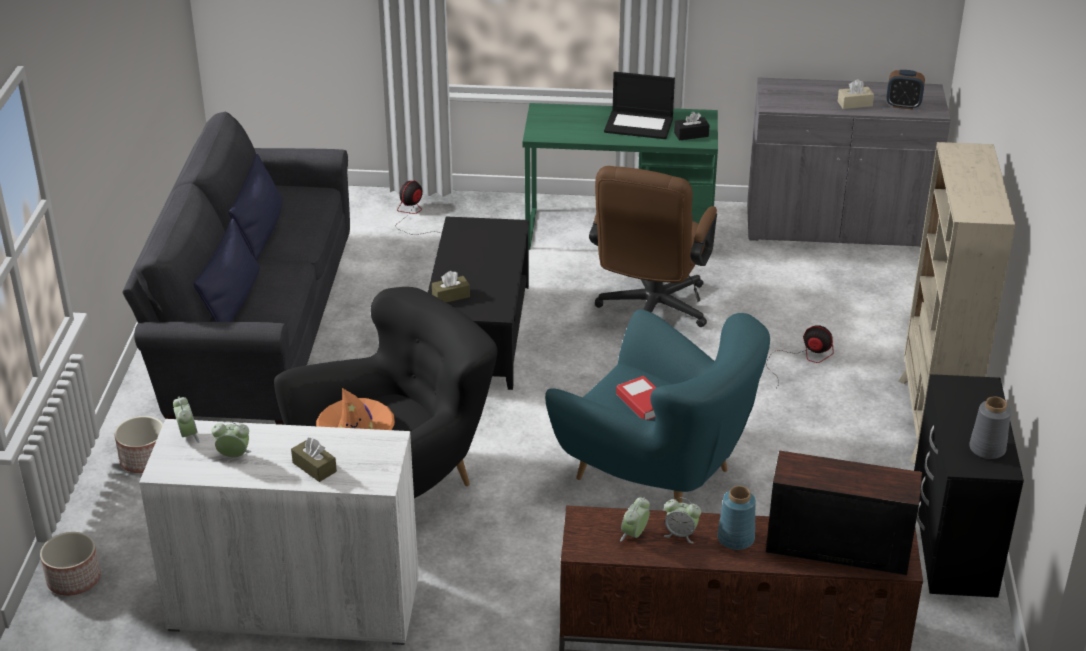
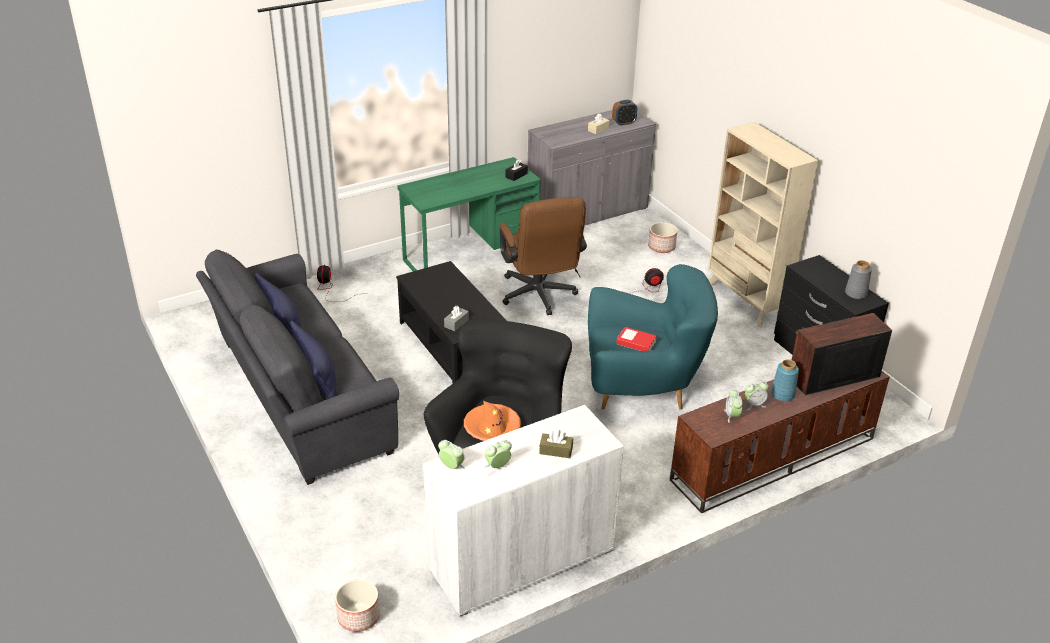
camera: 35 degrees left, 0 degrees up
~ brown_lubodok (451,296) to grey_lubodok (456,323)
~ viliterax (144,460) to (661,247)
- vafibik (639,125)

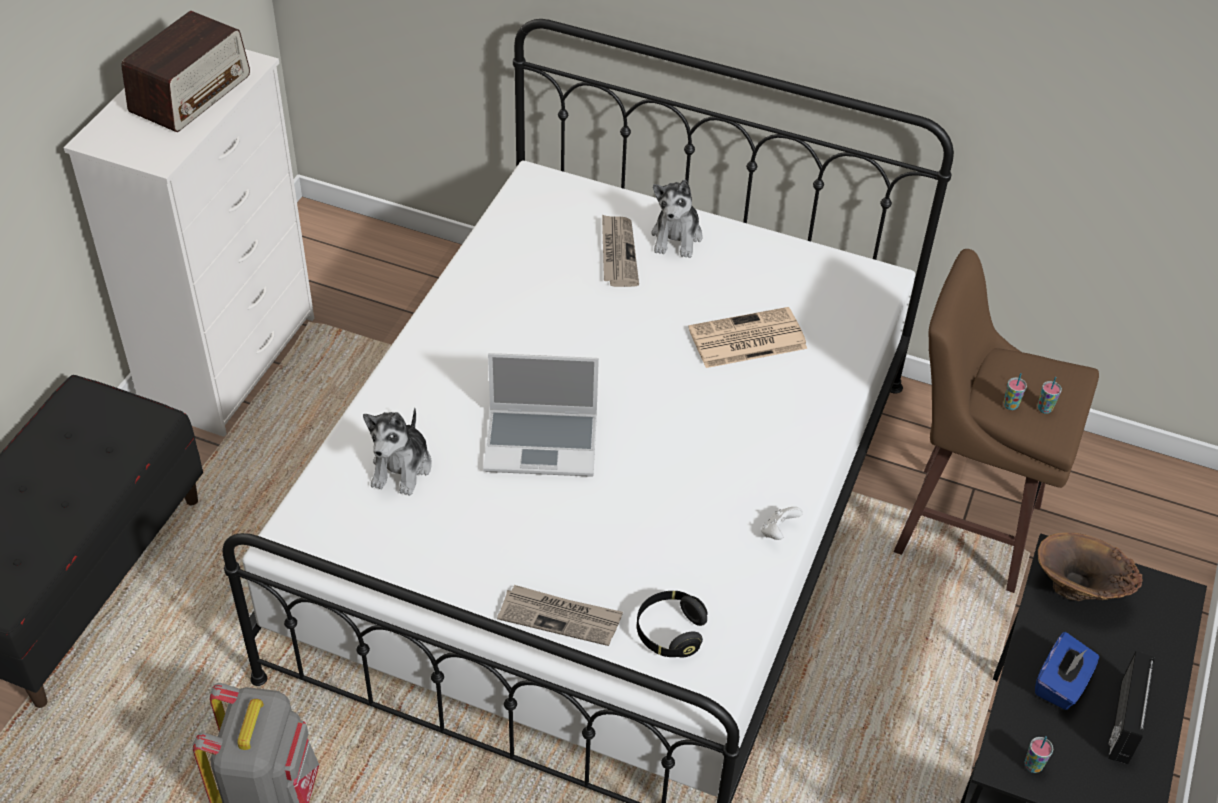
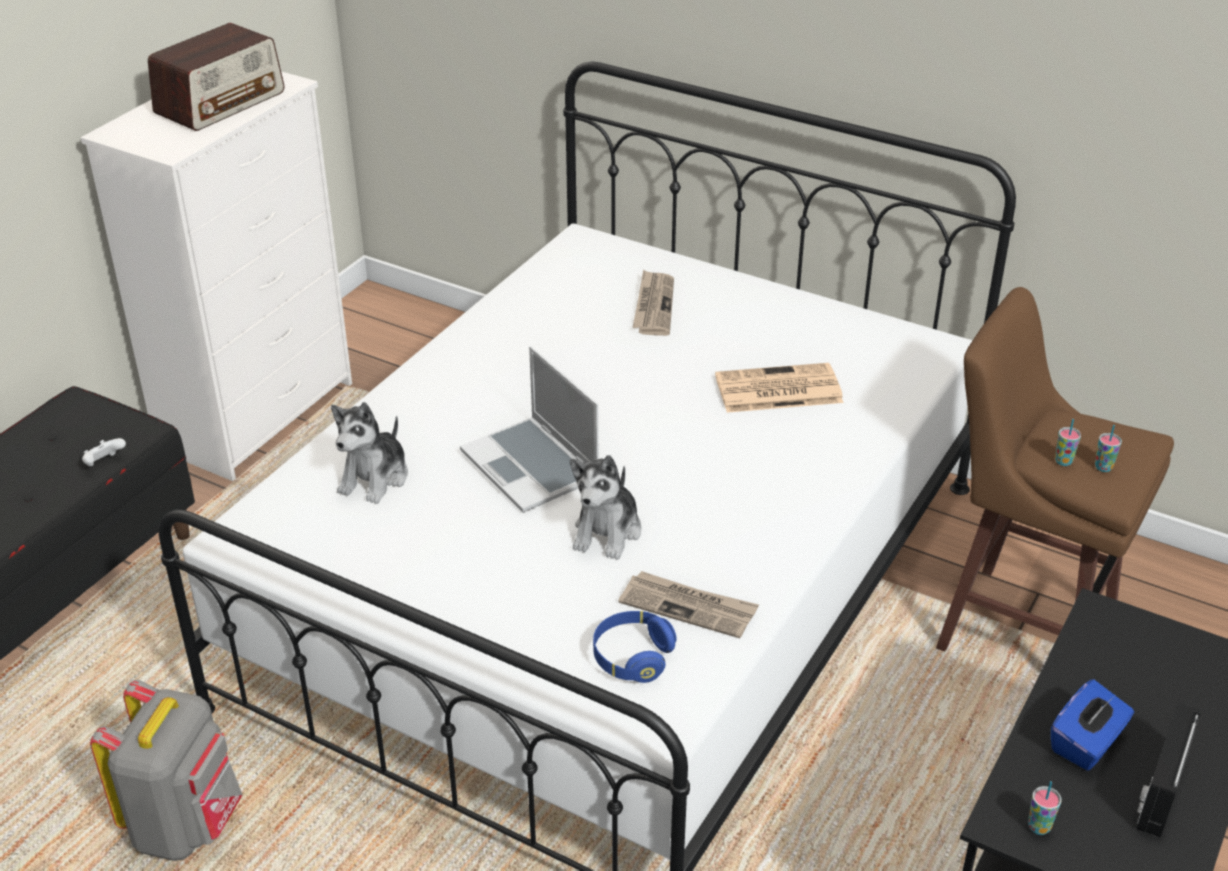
camera: 10 degrees right, 10 degrees down
~ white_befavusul (778,531) to (104,463)
~ vafibik (543,443) = (532,467) 45 degrees clockwise
~ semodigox (677,237) to (607,532)
~ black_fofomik (670,632) to blue_fofomik (632,658)
~ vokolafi (560,617) to (689,607)
- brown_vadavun (1077,594)

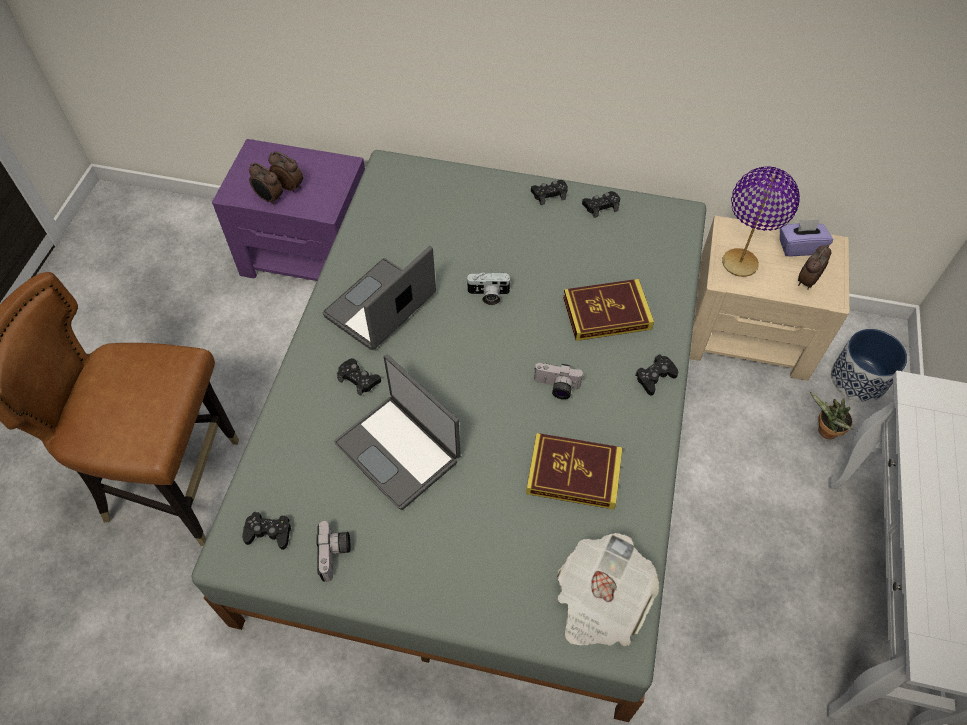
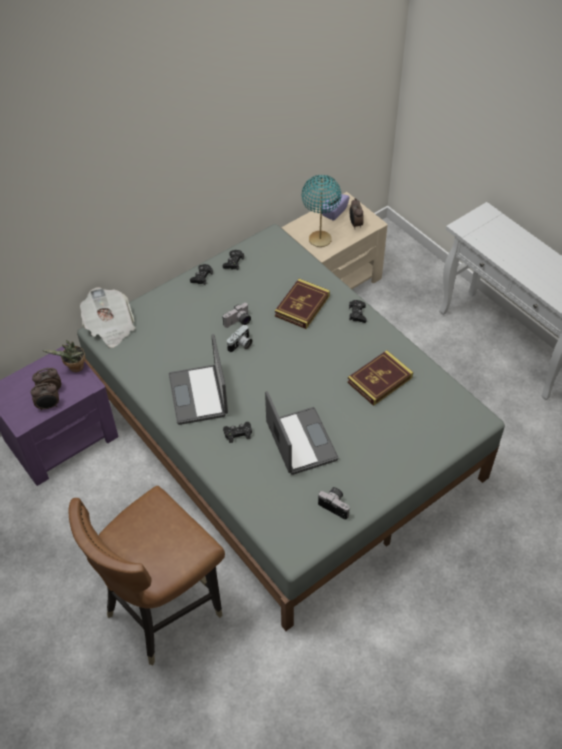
camera: 50 degrees left, 5 degrees down
~ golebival (824,431) to (75,368)
~ vokolafi (600,602) to (110,327)
~ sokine (556,388) to (238,322)
~ vafibik (399,450) = (300,442) 105 degrees counterclockwise
~ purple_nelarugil (739,263) to turquoise_nelarugil (320,240)
- black_befavusul (269,532)
- viliterax (858,379)

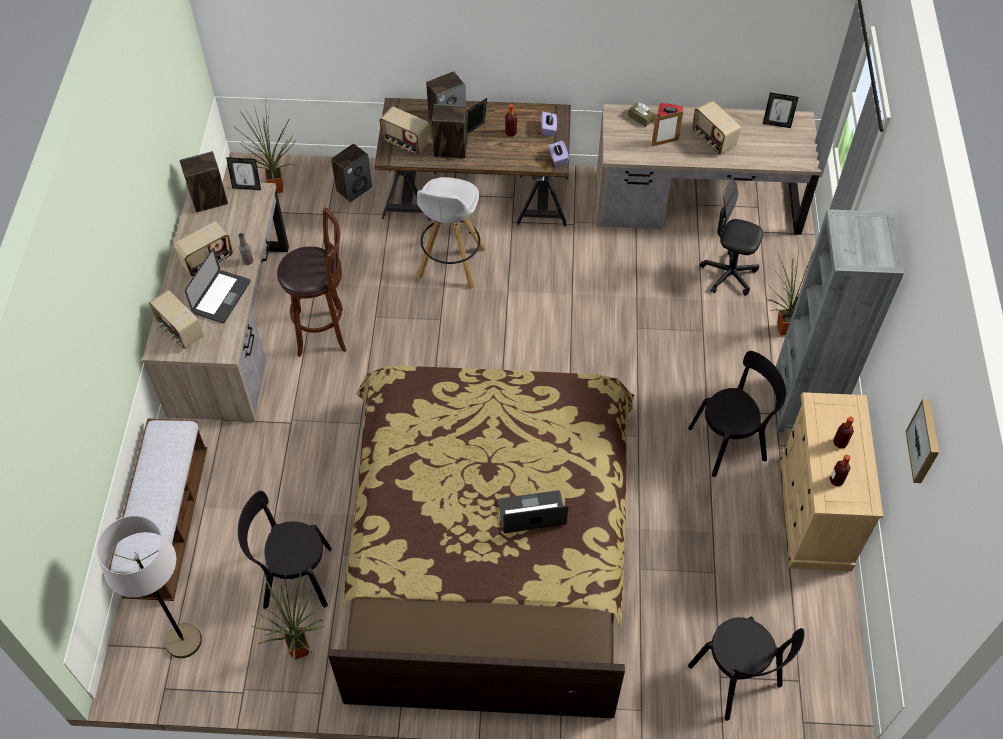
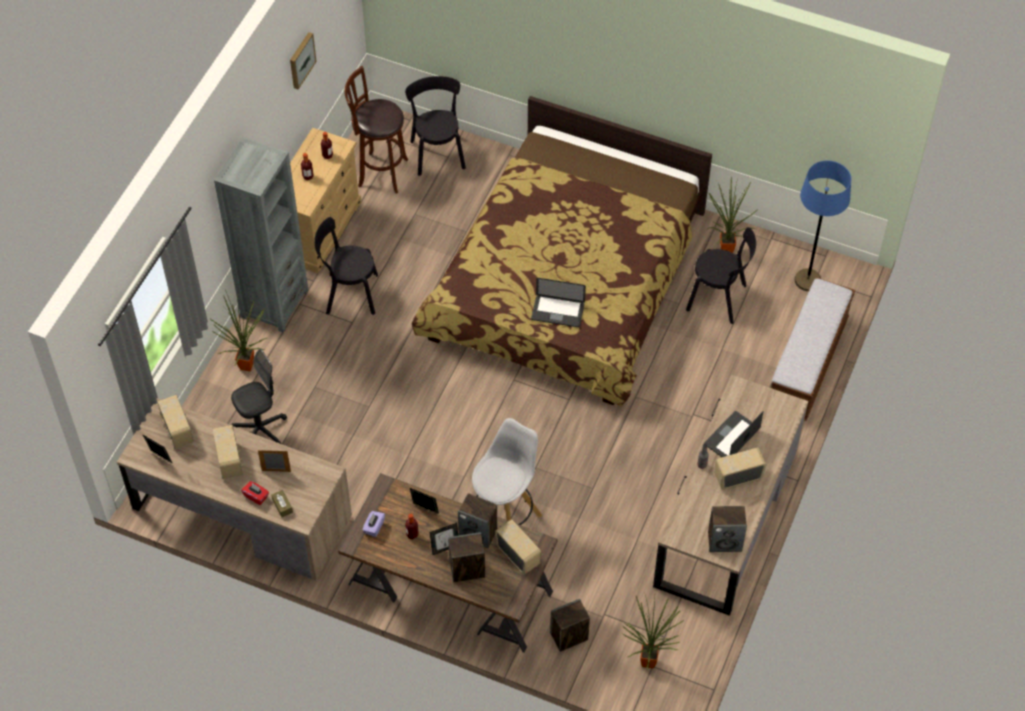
camera: 160 degrees left, 0 degrees up
~ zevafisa (180,331) to (178,430)
~ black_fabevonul (728,275) = (260,429) 75 degrees counterclockwise
~ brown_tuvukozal (324,331) to (380,172)
~ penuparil (247,187) to (425,510)
~ vafibik (532,513) to (557,312)
~ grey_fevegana (183,641) to blue_fevegana (807,280)
- purple_lubodok (558,159)

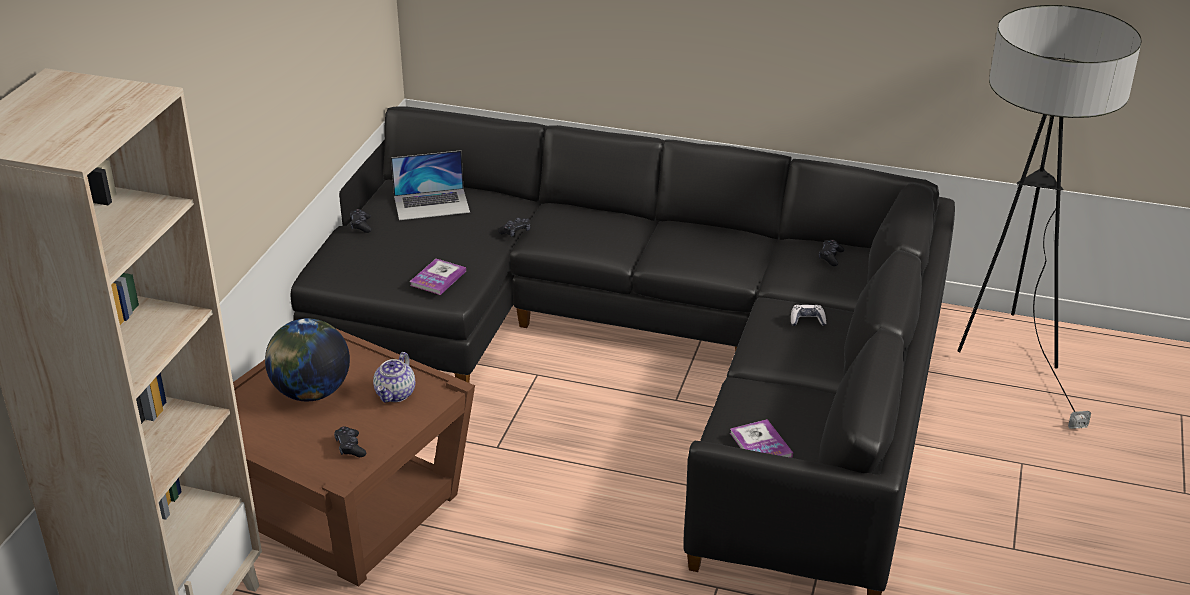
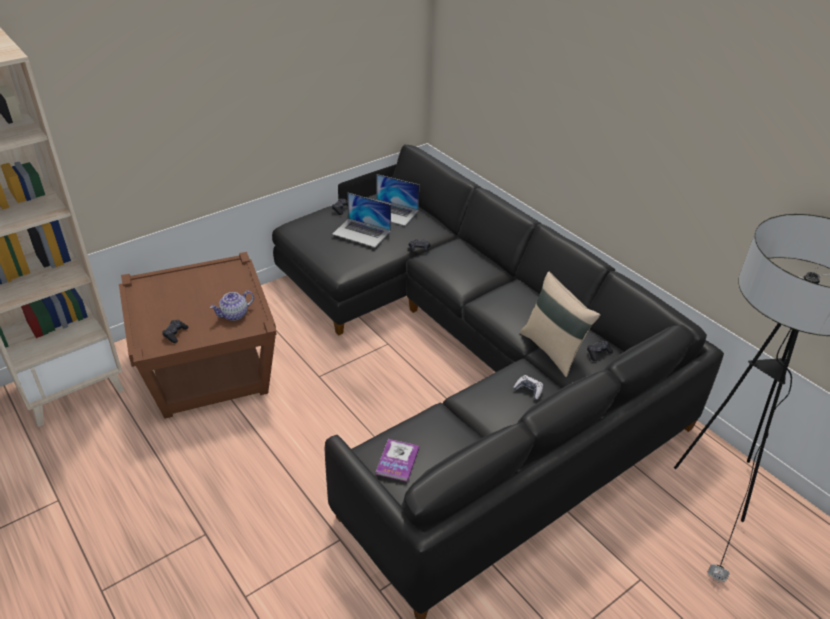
camera: 35 degrees right, 5 degrees up
+ vafibik (362,232)
+ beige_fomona (553,350)
- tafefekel (311,392)
- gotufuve (438,278)

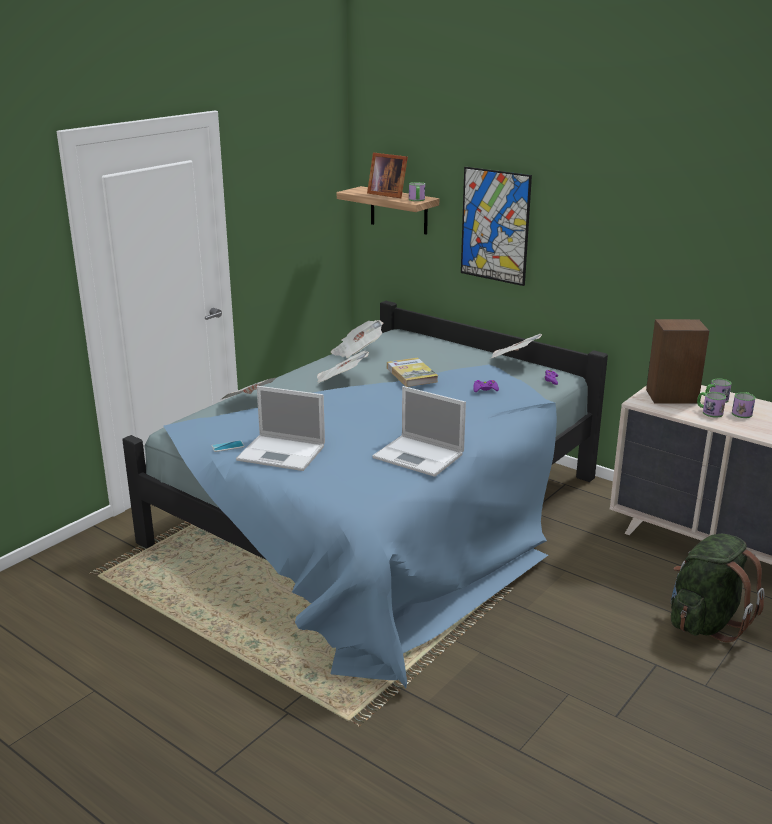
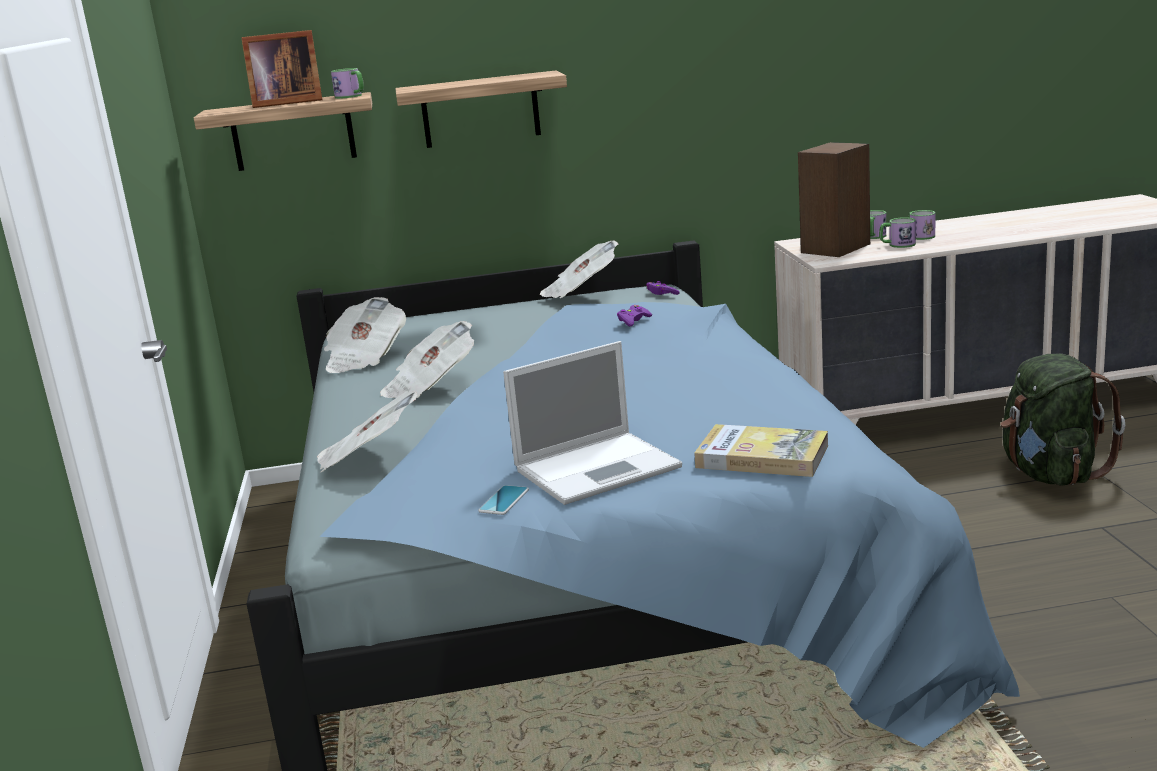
camera: 45 degrees left, 5 degrees down
~ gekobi (495,226) to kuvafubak (480,110)
~ gotufuve (411,375) to (762,456)
- vafibik (420,456)

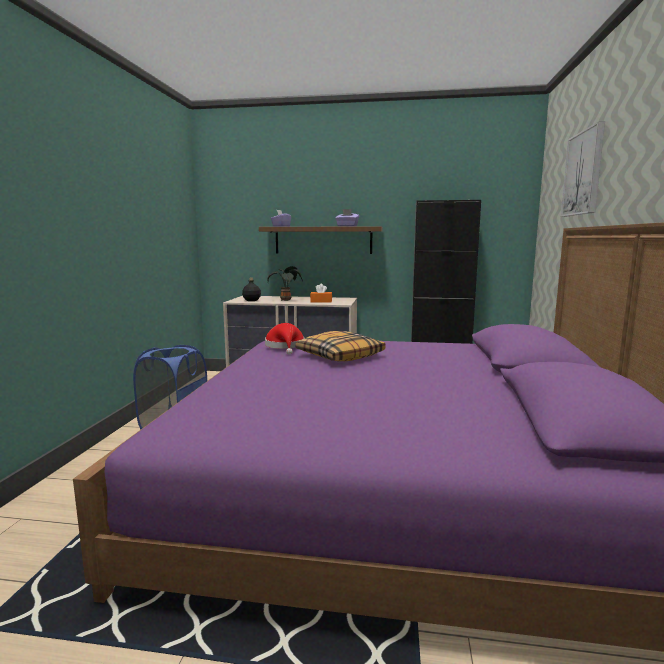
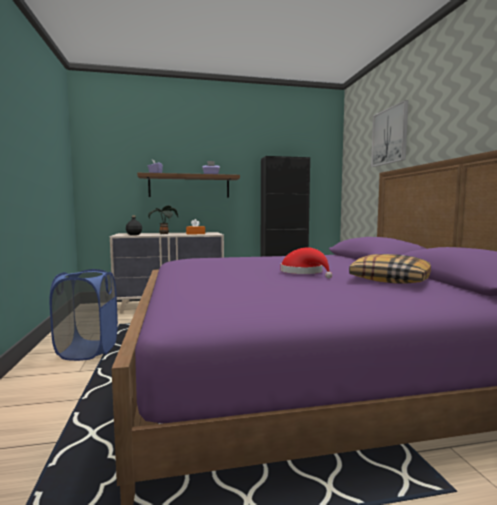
camera: 20 degrees left, 5 degrees down
~ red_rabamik (285,346) to (304,273)
~ fomona (339,356) to (389,279)

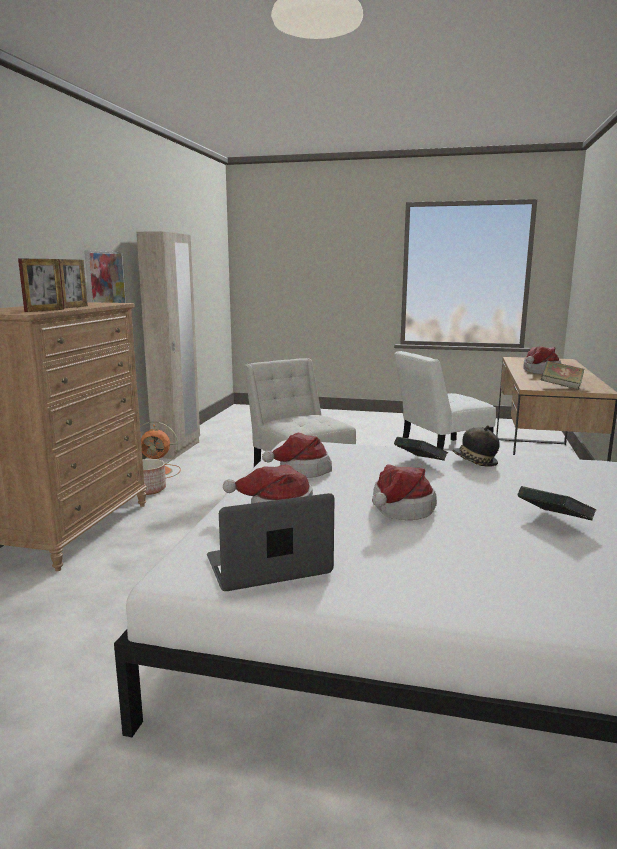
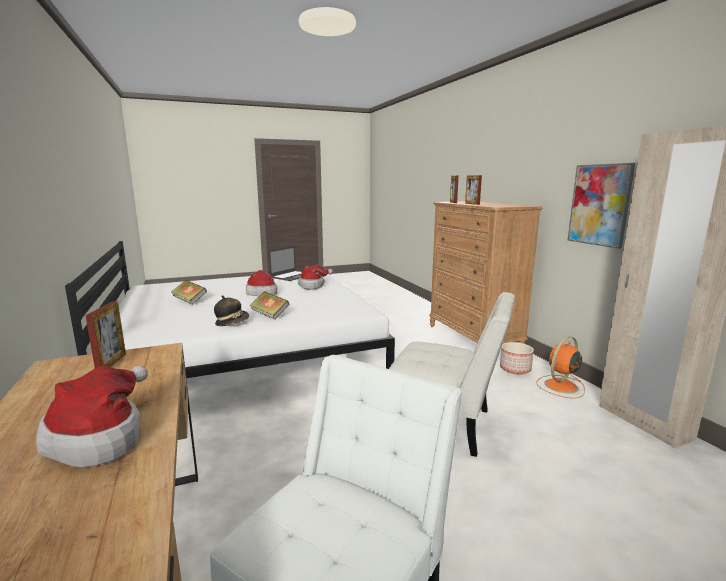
camera: 145 degrees right, 0 degrees up
~ gotufuve (561,386) to penuparil (111,363)
- rabamik (301,470)

